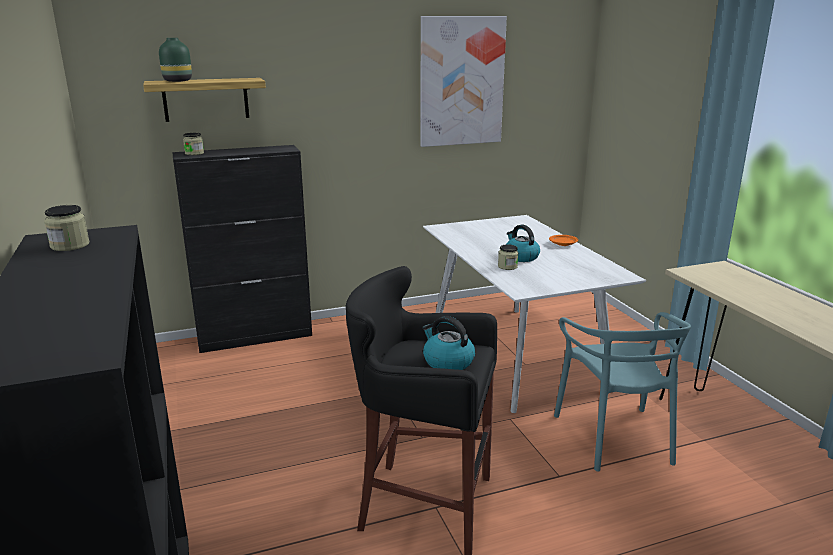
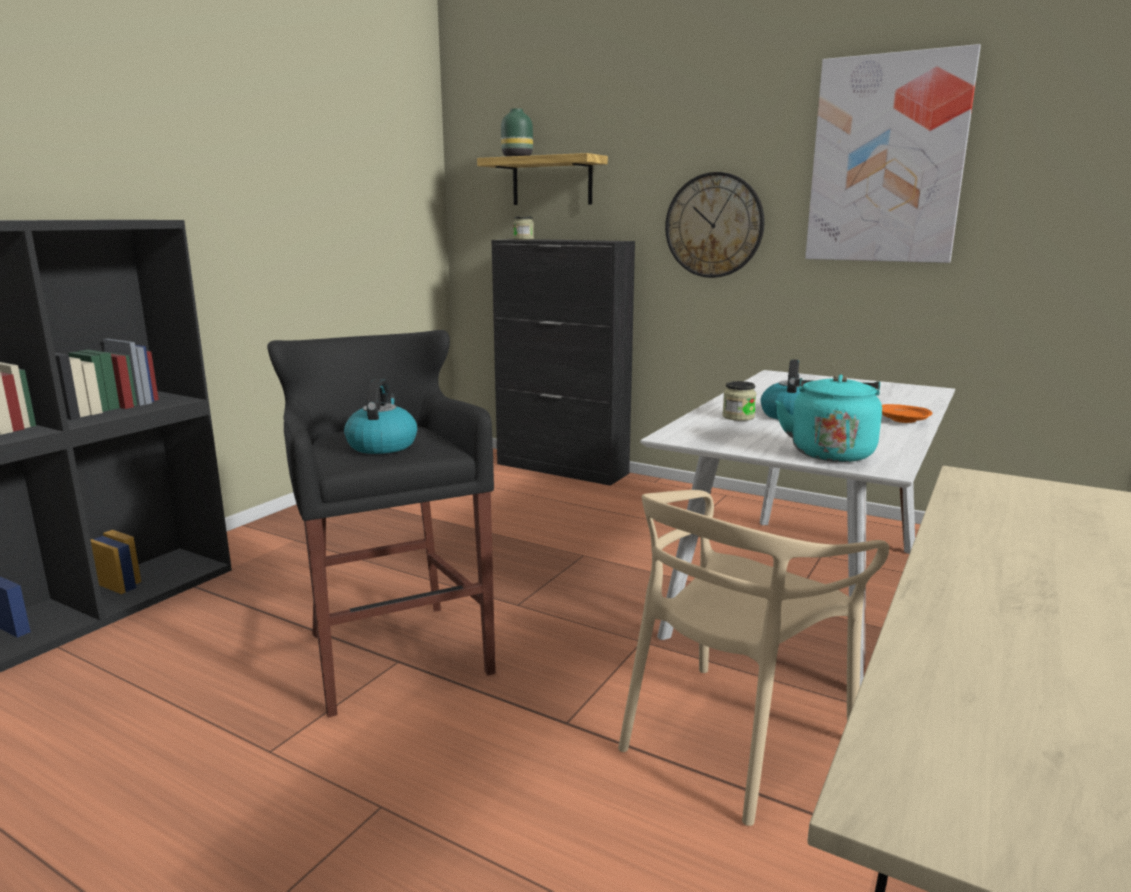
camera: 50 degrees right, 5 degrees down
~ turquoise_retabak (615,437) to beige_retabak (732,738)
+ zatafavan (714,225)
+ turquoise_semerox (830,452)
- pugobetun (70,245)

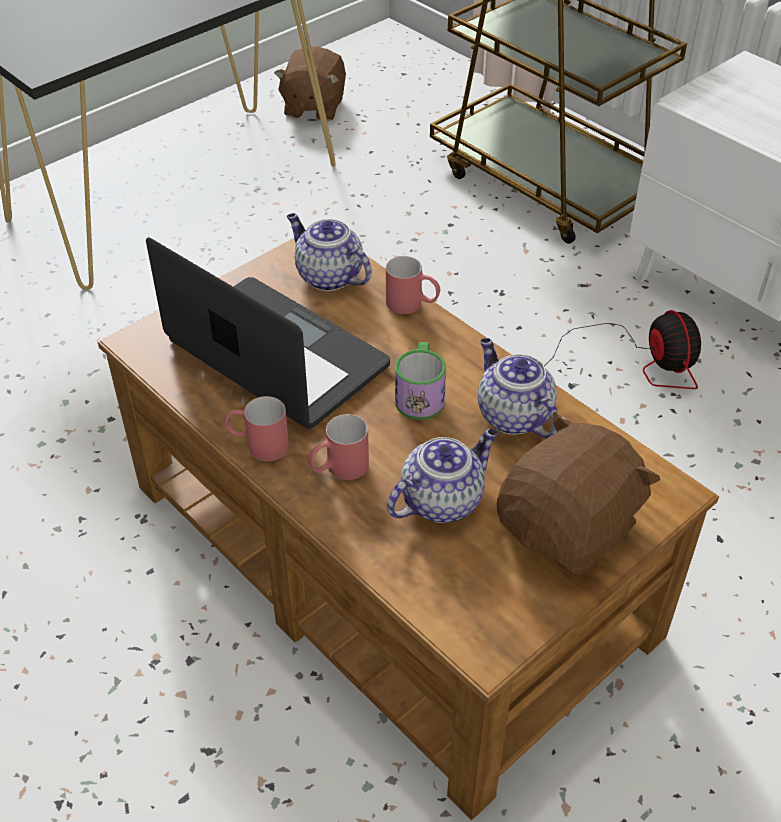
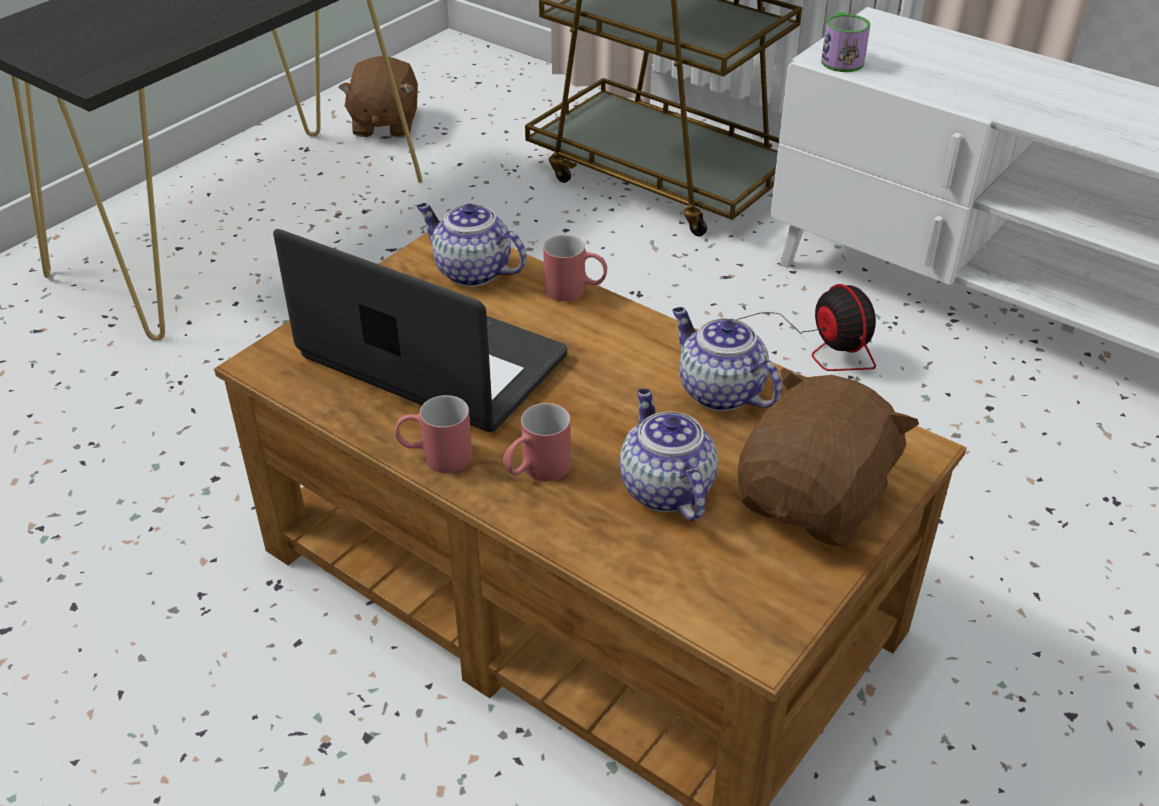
camera: 10 degrees left, 5 degrees down
~ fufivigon (442,500) = (664,488) 60 degrees counterclockwise
~ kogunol (420,394) to (840,58)

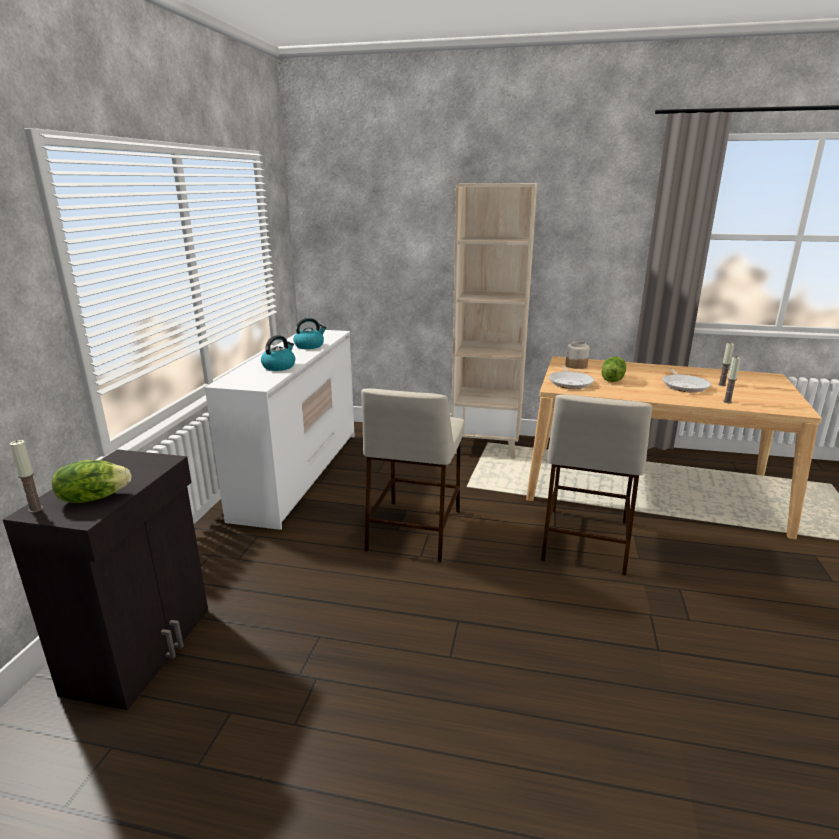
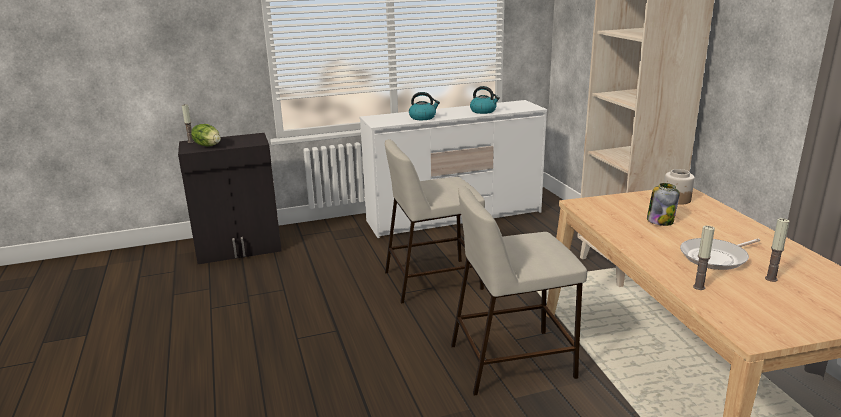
camera: 60 degrees right, 0 degrees up
~ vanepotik (612,379) to pugobetun (660,221)
- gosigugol (570,382)

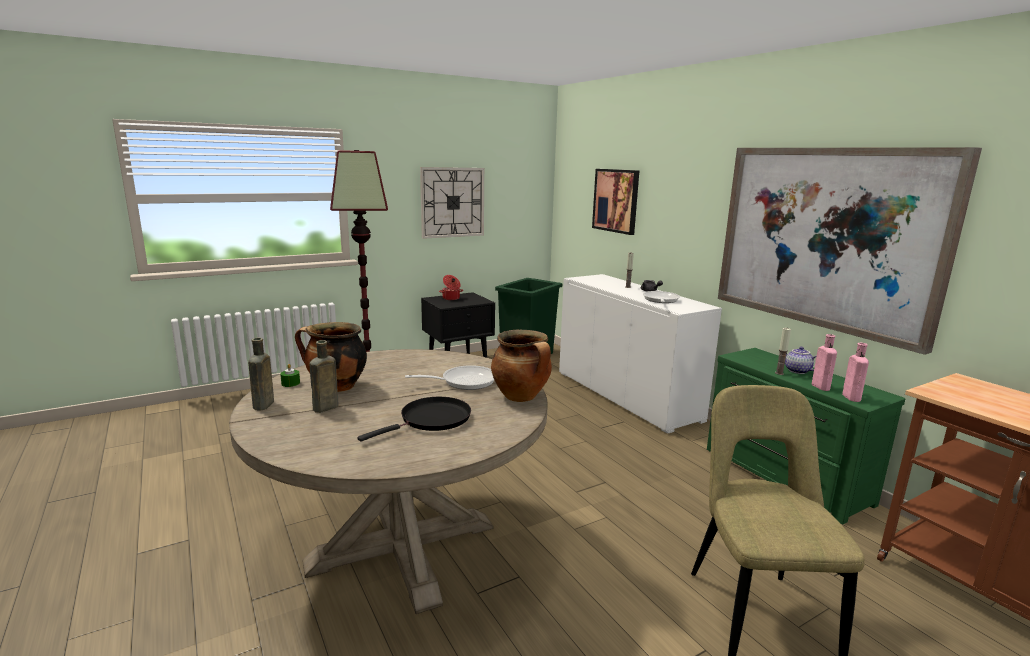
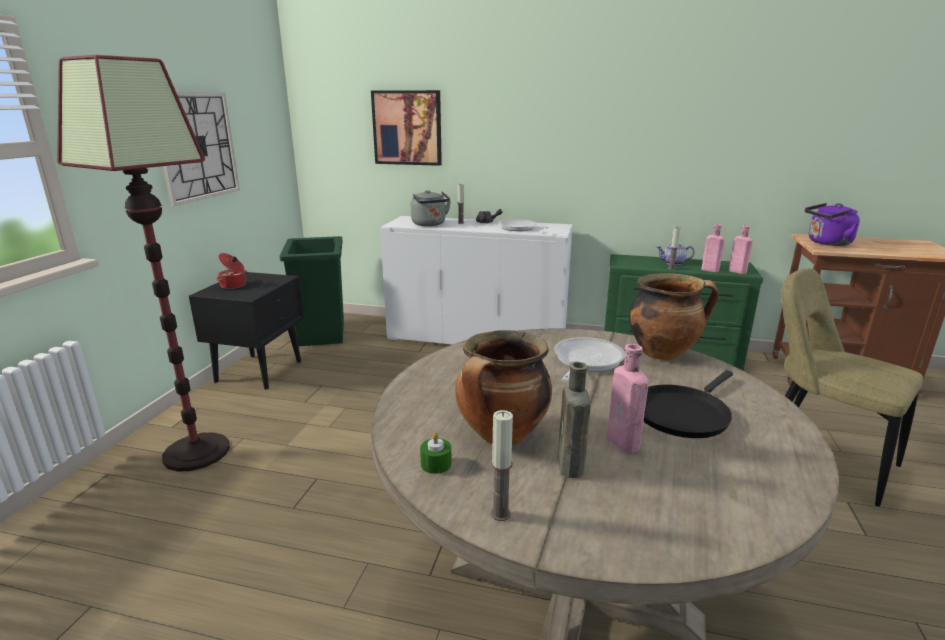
camera: 45 degrees left, 5 degrees up
+ grey_semerox (430,224)
~ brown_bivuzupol (263,406) to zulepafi (500,514)
+ pink_bivuzupol (624,443)
~ black_gosigugol (432,420) = (682,413) 135 degrees counterclockwise
+ purple_semerox (827,243)
- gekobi (826,238)

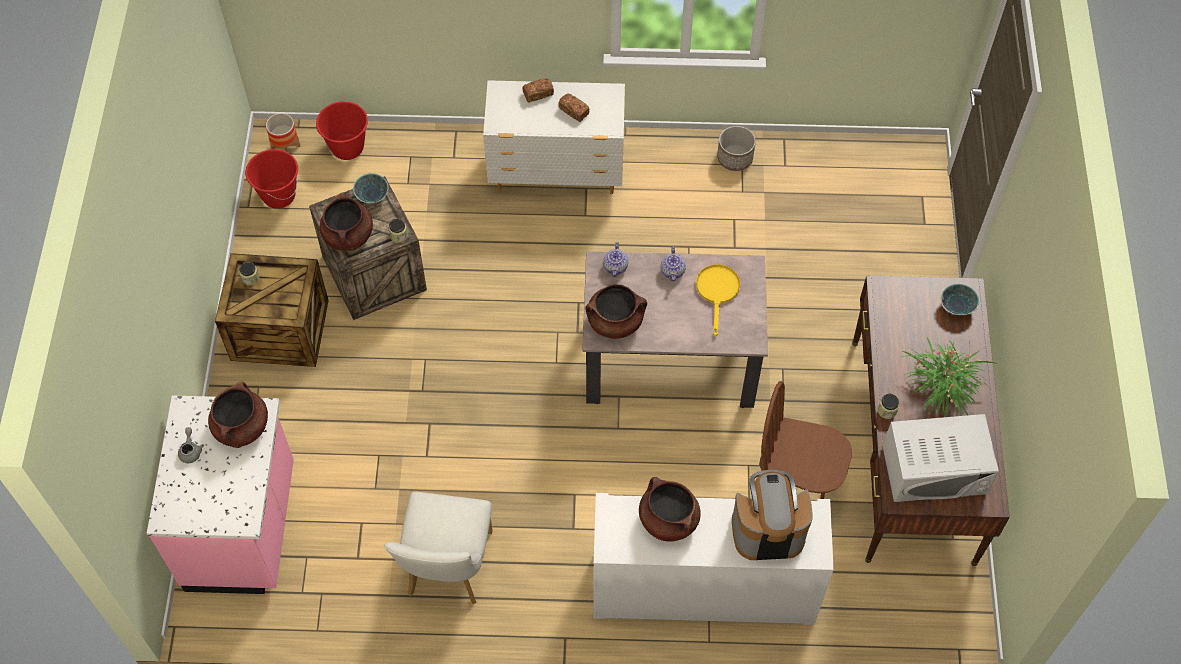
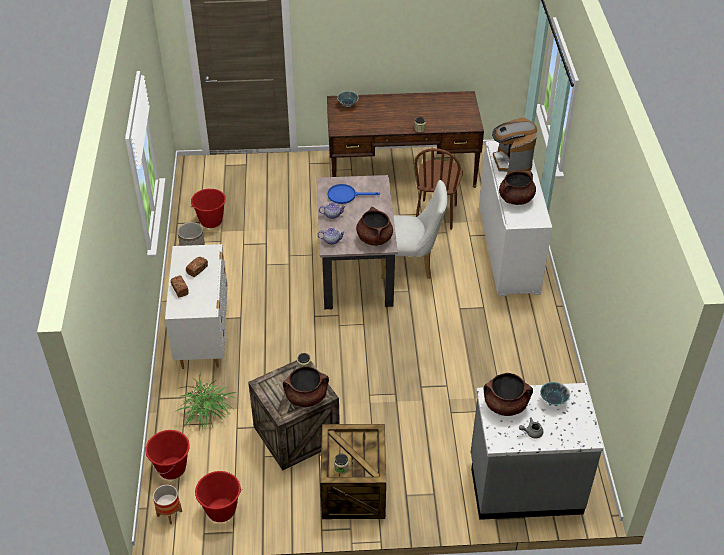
camera: 95 degrees left, 15 degrees down
~ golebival (942,387) to (207,411)
+ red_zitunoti (211,221)
~ yellow_gosigugol (717,292) to blue_gosigugol (346,195)
~ white_retabak (447,570) to (411,264)
~ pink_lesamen (244,528) to grey_lesamen (525,485)
~ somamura (372,196) to (553,401)
- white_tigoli (934,469)

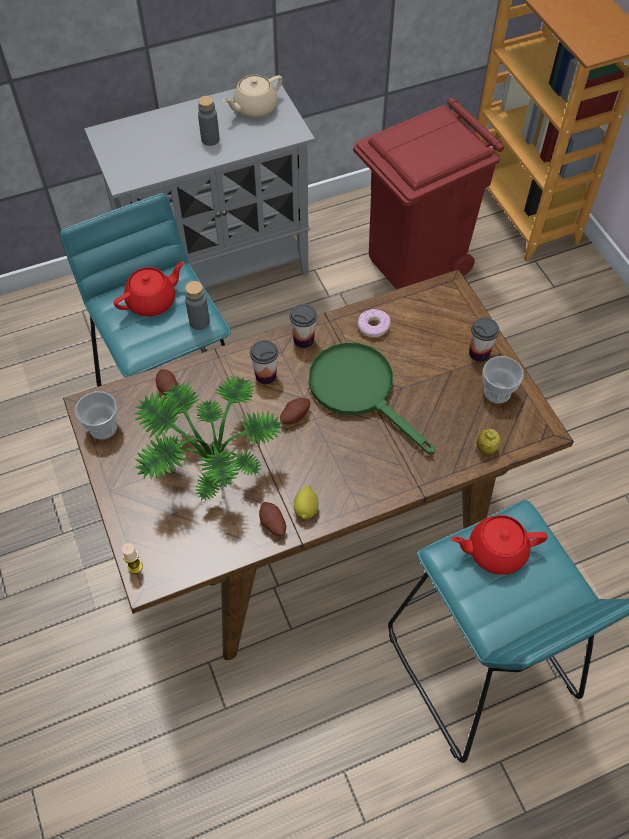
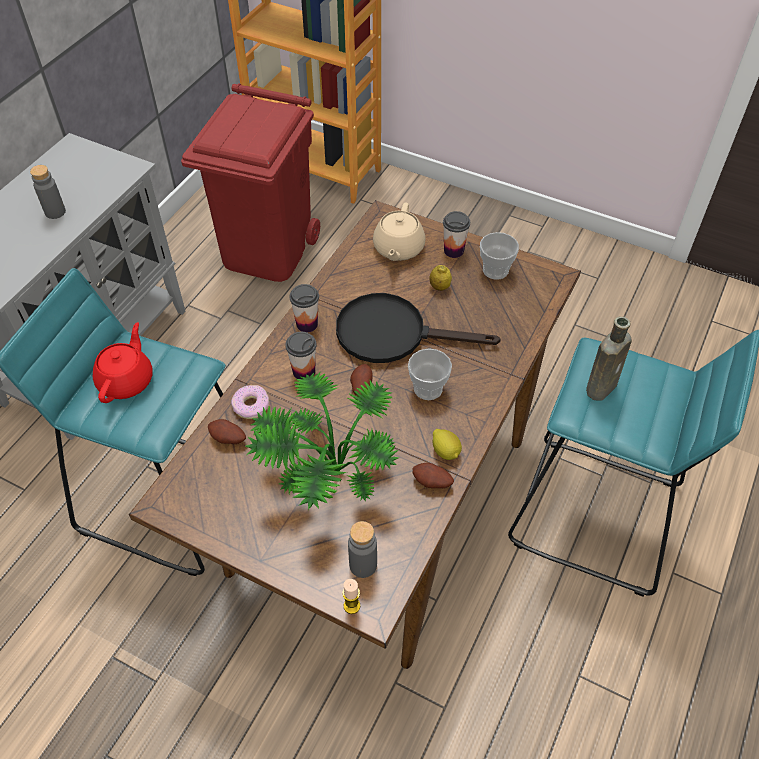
camera: 40 degrees left, 5 degrees down
~ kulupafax (373,327) to (251,406)
~ green_gosigugol (360,391) to black_gosigugol (394,333)
~ grey_bivuzupol (199,322) to (363,565)
~ beige_fufivigon (254,108) to (398,249)
~ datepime (103,428) to (428,388)
~ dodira (486,448) to (439,287)
~ red_fufivigon (495,551) to brown_bivuzupol (602,386)

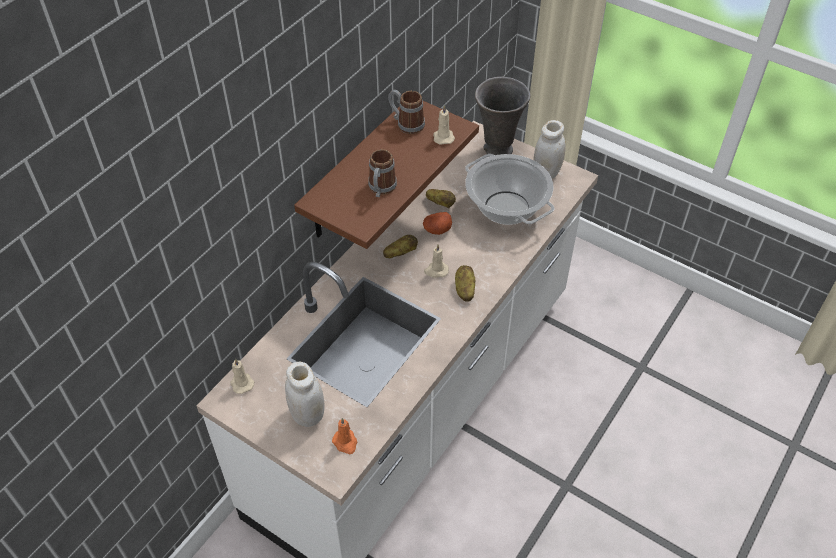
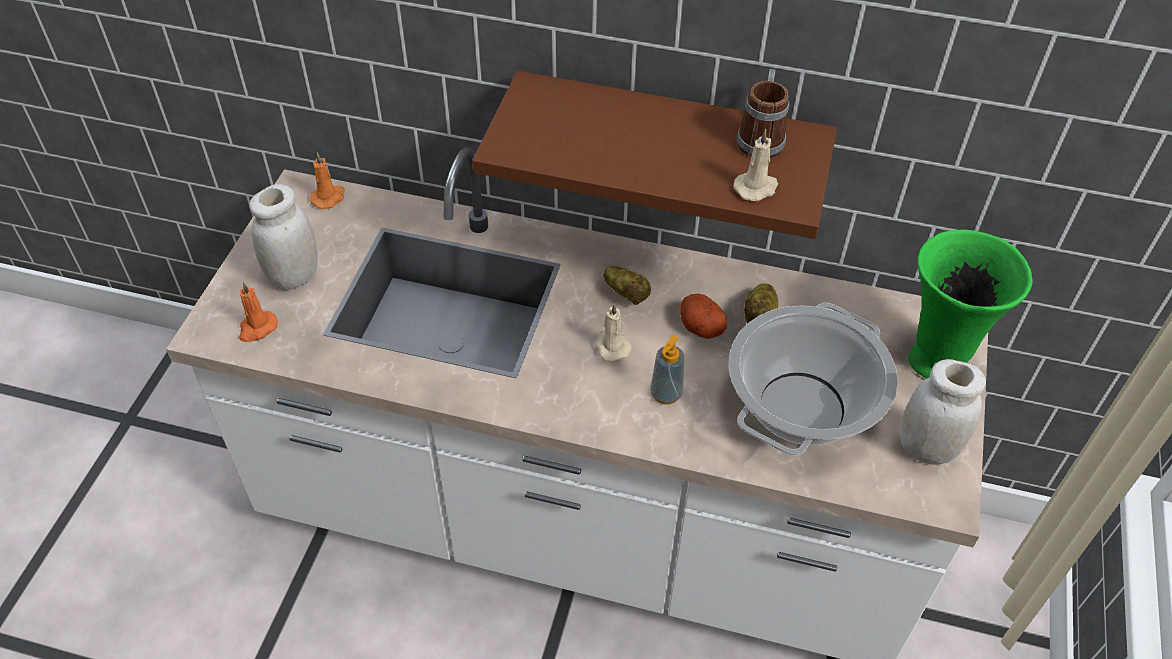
camera: 70 degrees right, 0 degrees up
~ beige_zulepafi (241,383) to orange_zulepafi (329,197)
+ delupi (666,394)
~ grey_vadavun (497,151) to green_vadavun (935,361)
- kogunol (381,189)
- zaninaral (464,289)

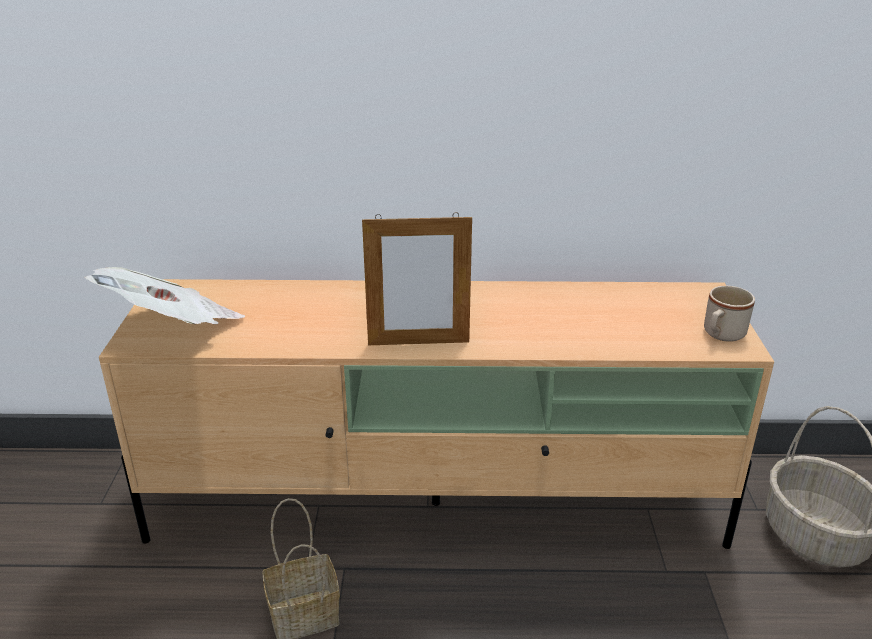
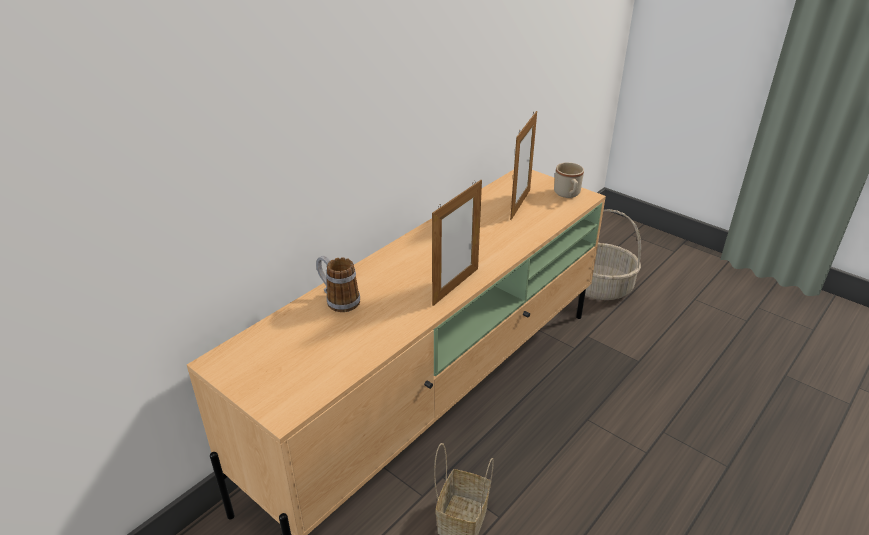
camera: 50 degrees left, 5 degrees up
+ kogunol (338,300)
+ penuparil (520,204)
- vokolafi (174,328)

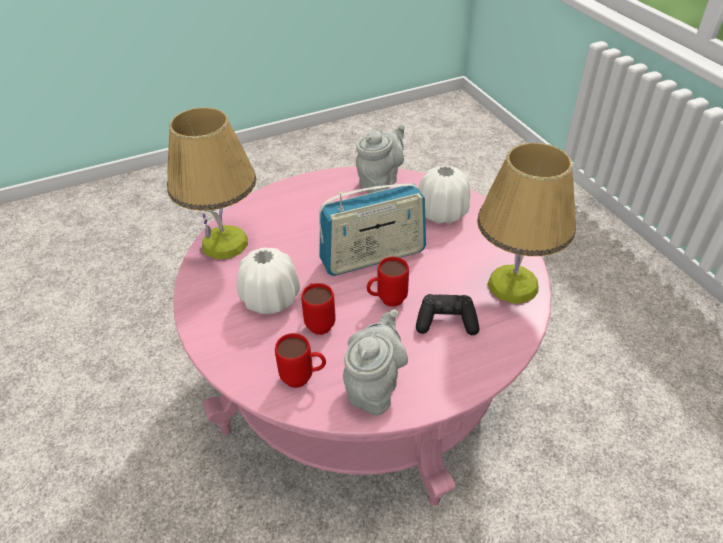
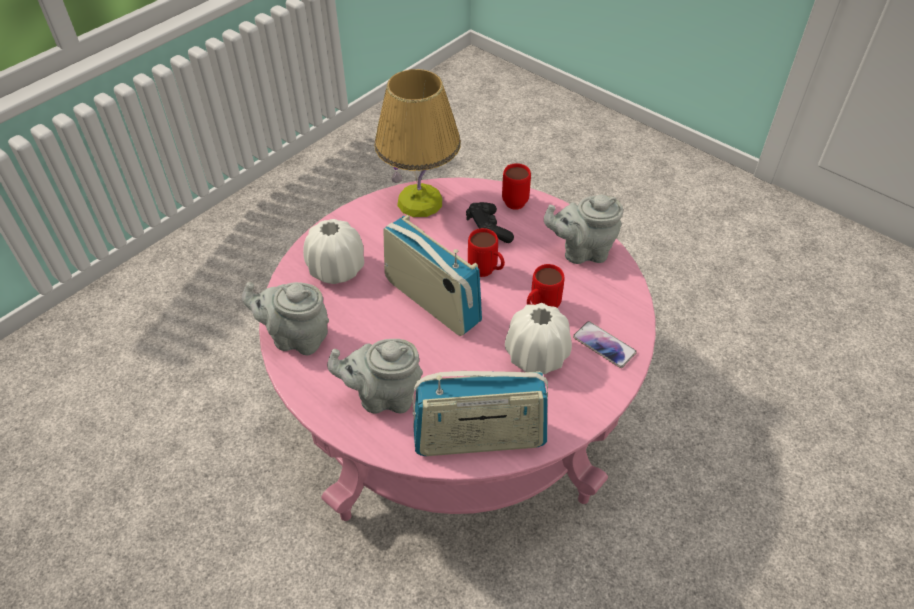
camera: 115 degrees left, 5 degrees up
+ grey_fufivigon (383,396)
~ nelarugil (225,243) to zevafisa (479,439)
~ red_kogunol (303,379) to (513,200)
+ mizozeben (604,345)

